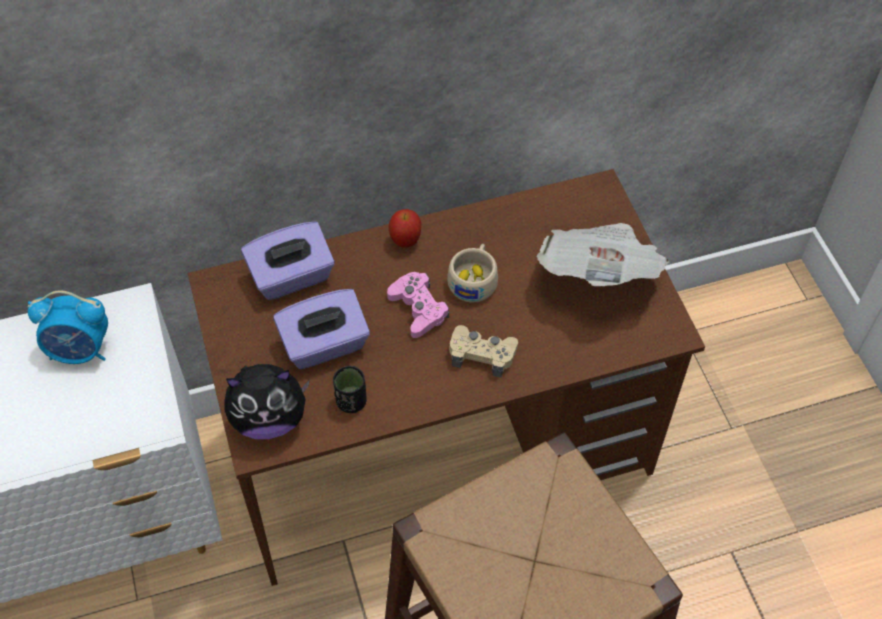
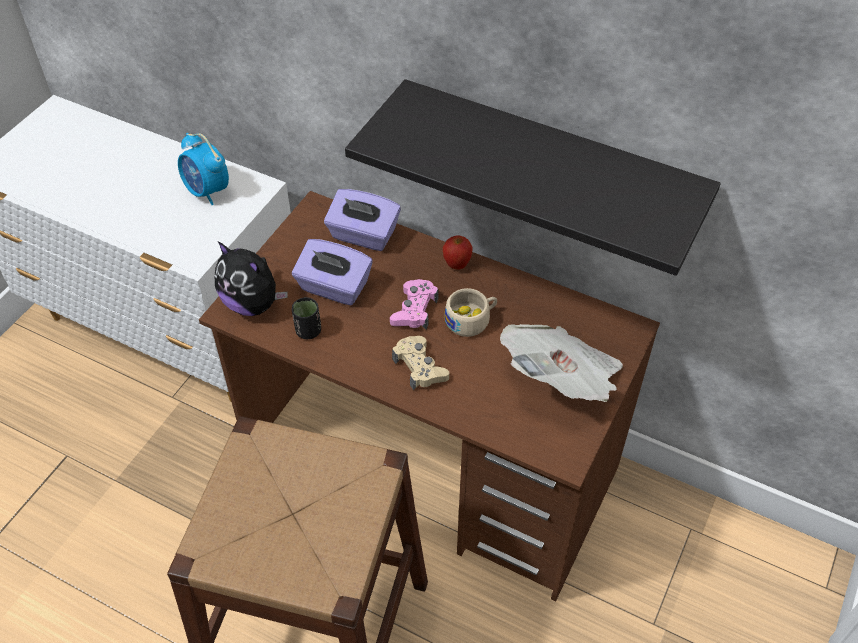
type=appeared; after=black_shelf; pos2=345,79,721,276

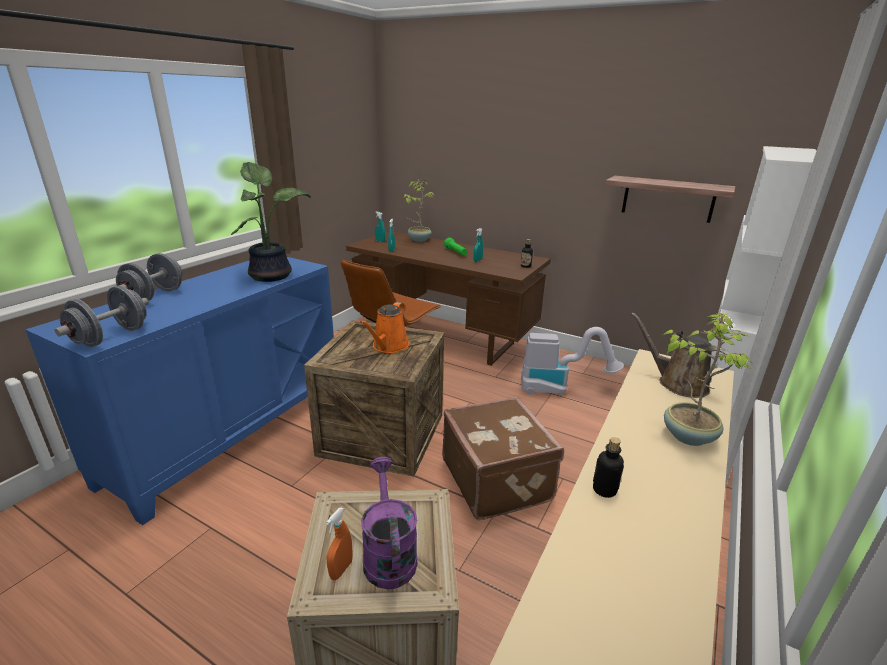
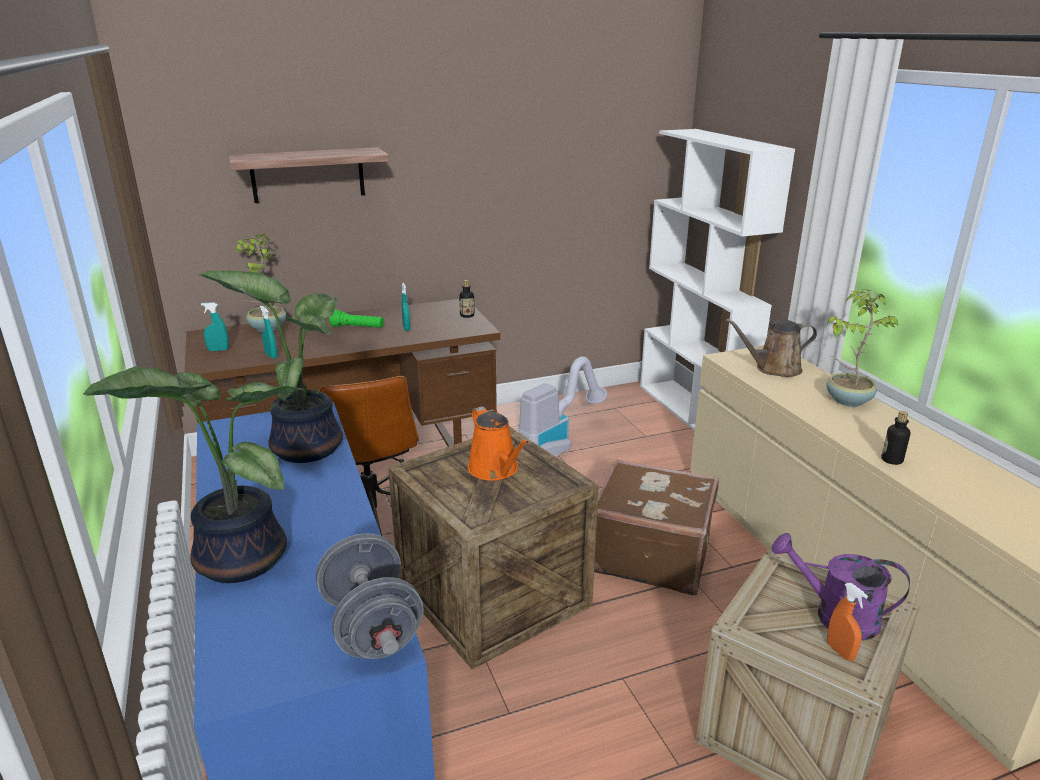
type=relocated; before=shelf; pos1=605,176,736,223; pos2=228,147,388,203
type=exchanged; before=grey_dumbbell; after=potted_plant; pos1=116,253,182,301; pos2=83,366,305,583

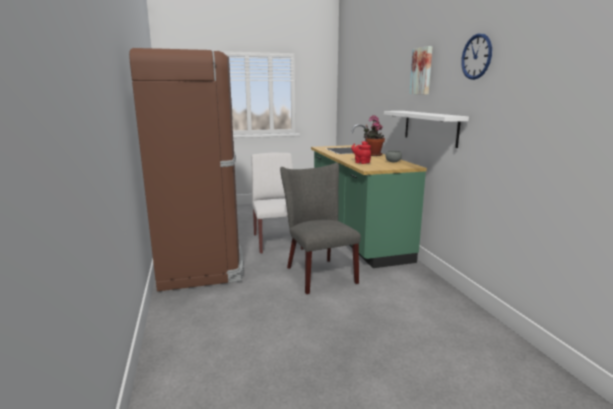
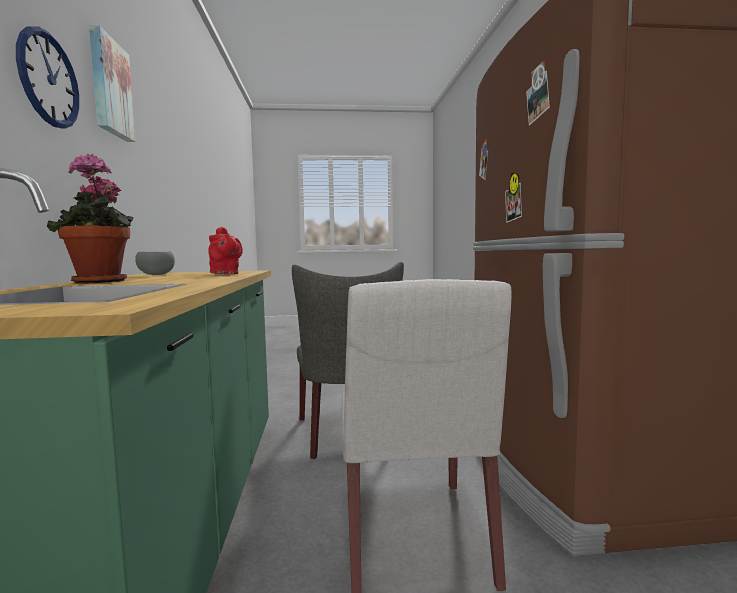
type=missing; before=white_shelf; pos1=384,111,469,148
type=relocated; before=wall_clock; pos1=461,33,492,80; pos2=16,26,79,129

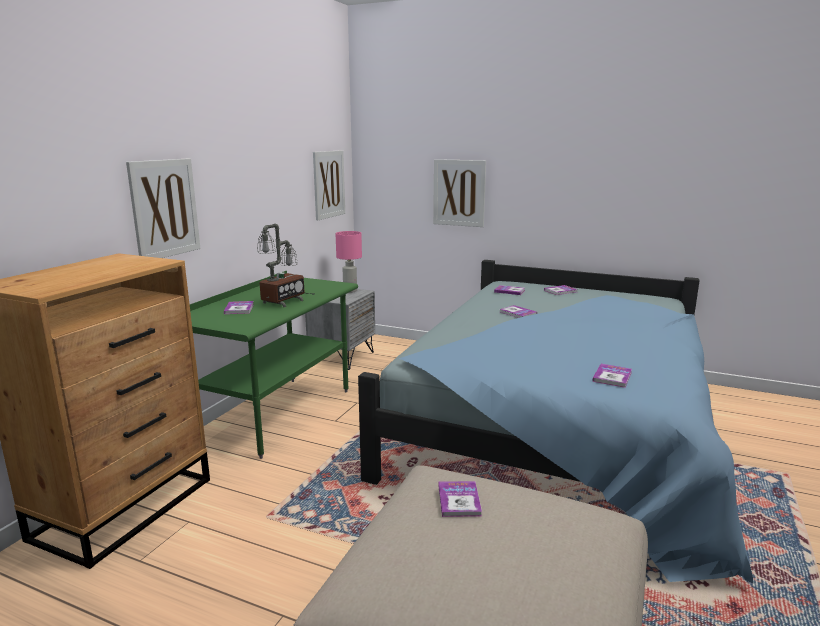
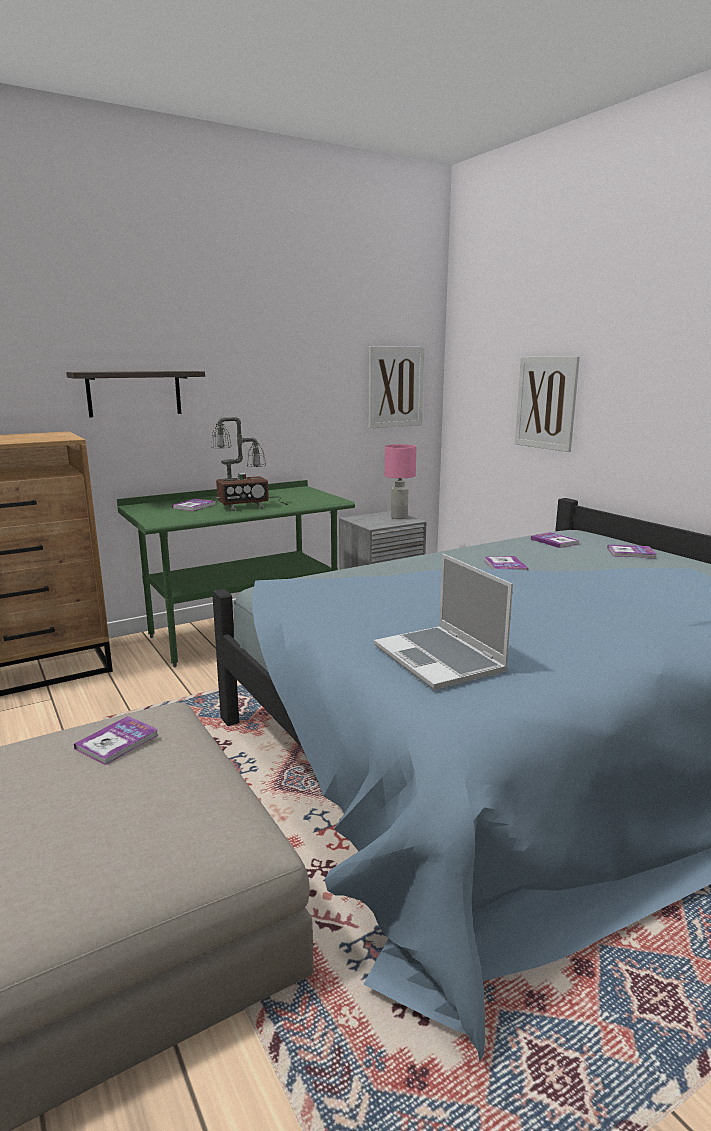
type=exchanged; before=picture; after=shelf; pos1=126,158,200,258; pos2=66,371,205,417
type=exchanged; before=book; after=laptop; pos1=592,364,632,388; pos2=374,554,513,690

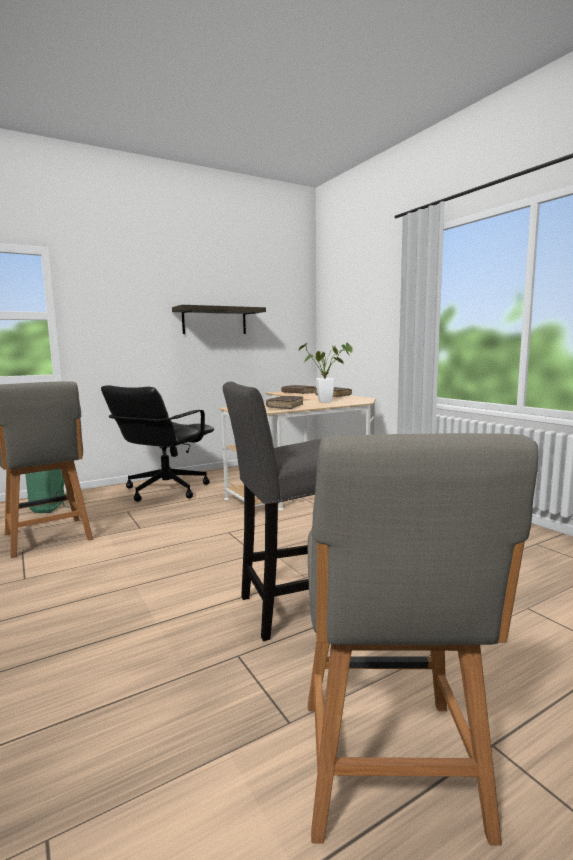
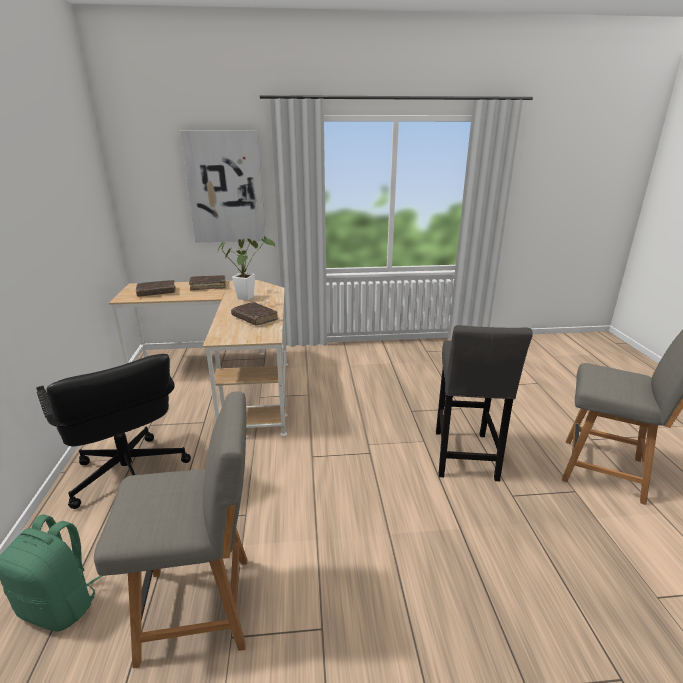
type=missing; before=shelf; pos1=172,305,266,334
type=appeared; after=picture; pos2=180,130,265,242

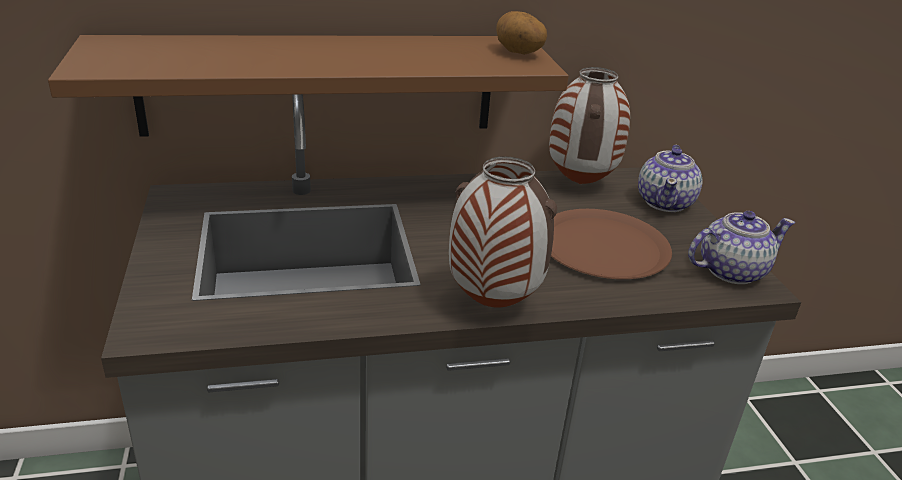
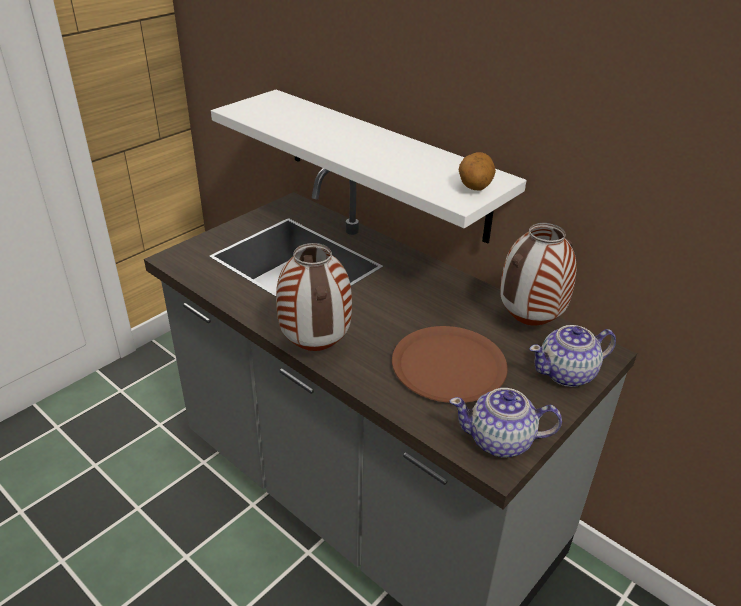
type=colour; before=brown_shelf; after=white_shelf; pos1=48,35,569,137; pos2=211,90,526,244
type=spun; before=teapot; pos1=688,211,795,284; pos2=450,388,562,457; turn=150

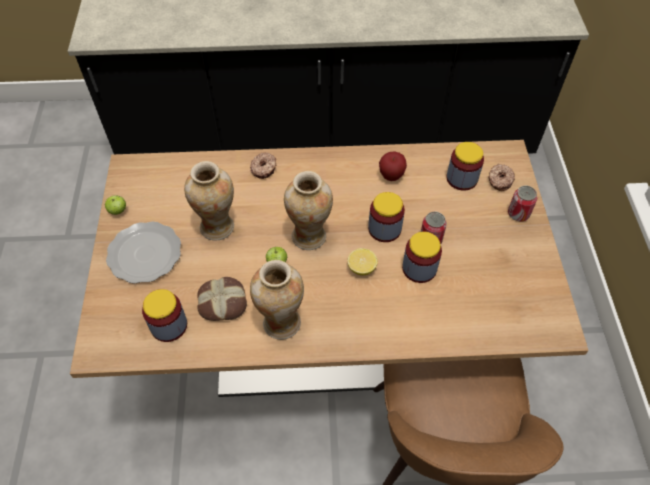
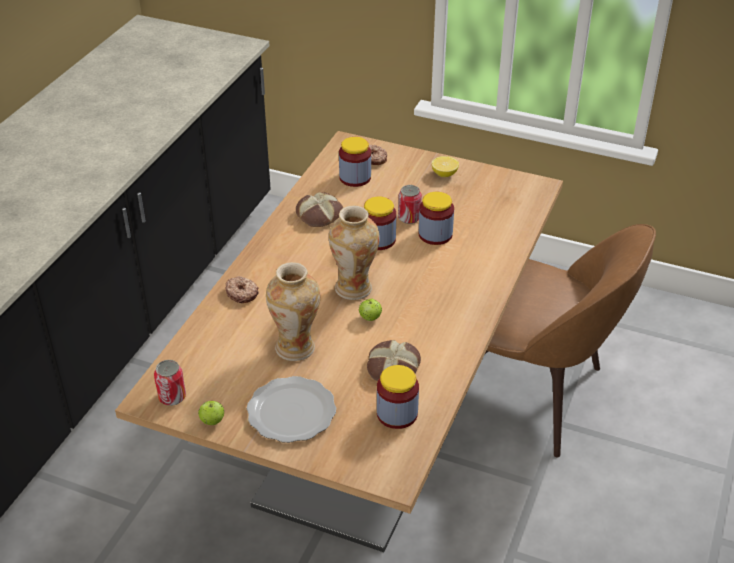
type=missing; before=vase; pos1=250,260,304,340
type=relocated; before=lemon; pos1=347,248,378,275; pos2=432,156,459,177
type=relocated; before=can; pos1=508,186,537,221; pos2=154,360,186,406
type=exchanged; before=apple; after=bread; pos1=379,151,407,181; pos2=296,192,343,227

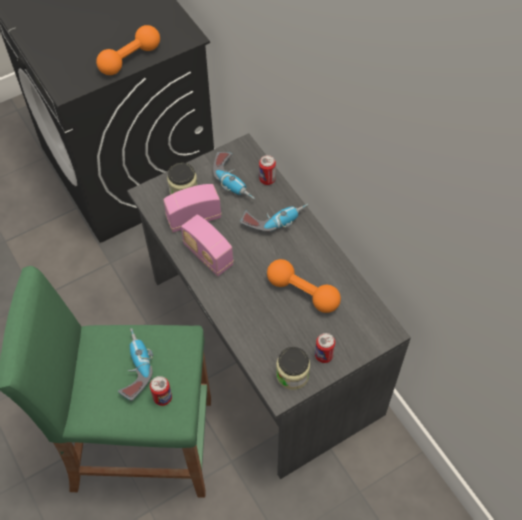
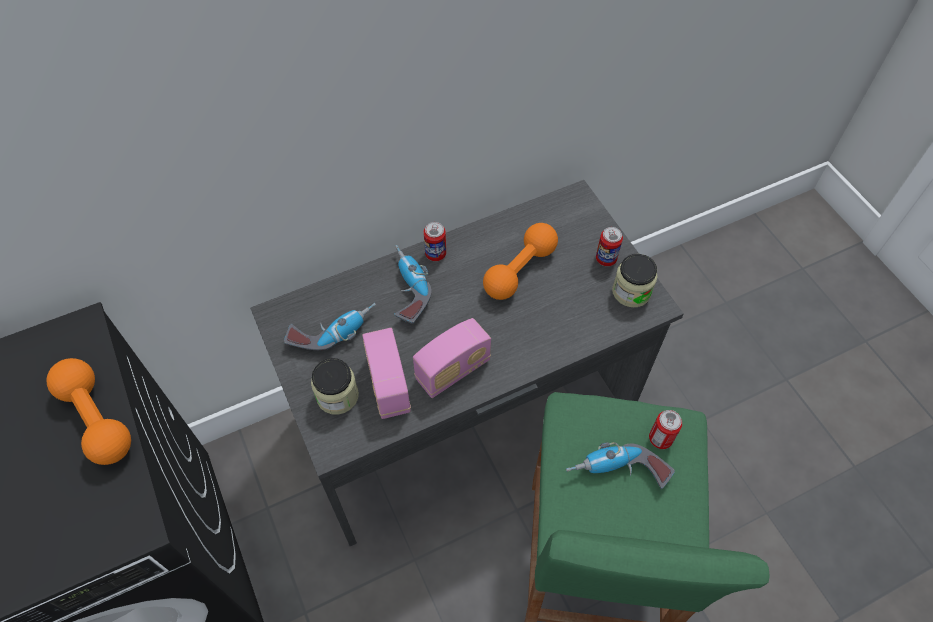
type=relocated; before=can; pos1=259,155,276,185; pos2=424,222,446,261

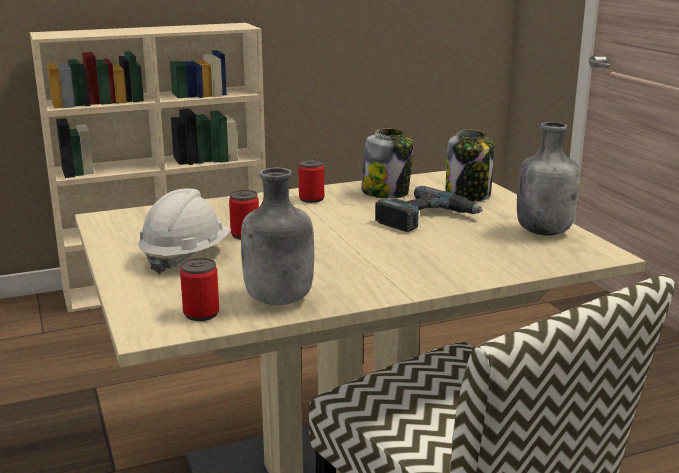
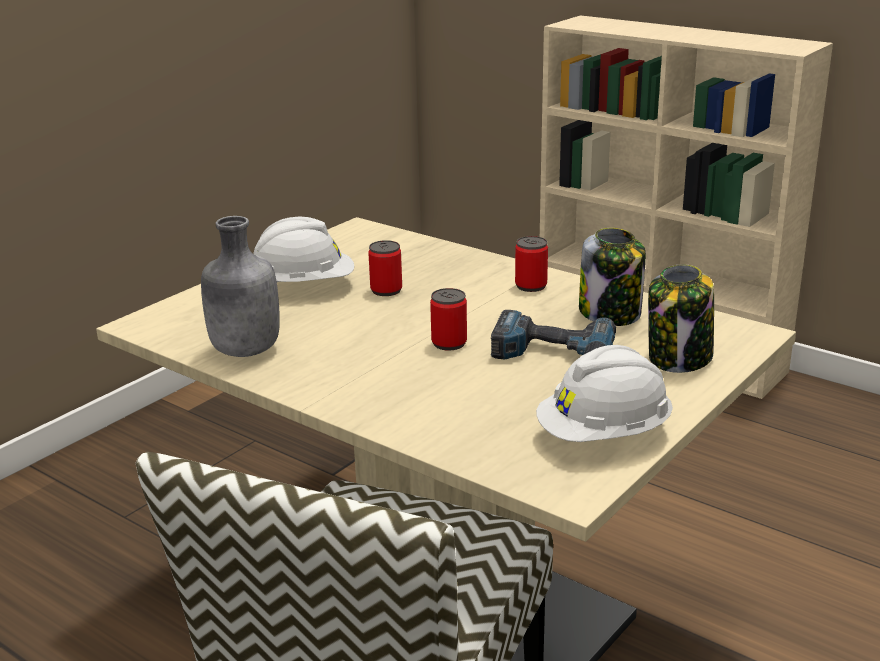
type=relocated; before=can; pos1=180,258,219,321; pos2=430,288,467,351
type=exchanged; before=grey_bottle; after=white_hard_hat; pos1=517,122,580,235; pos2=536,345,673,442

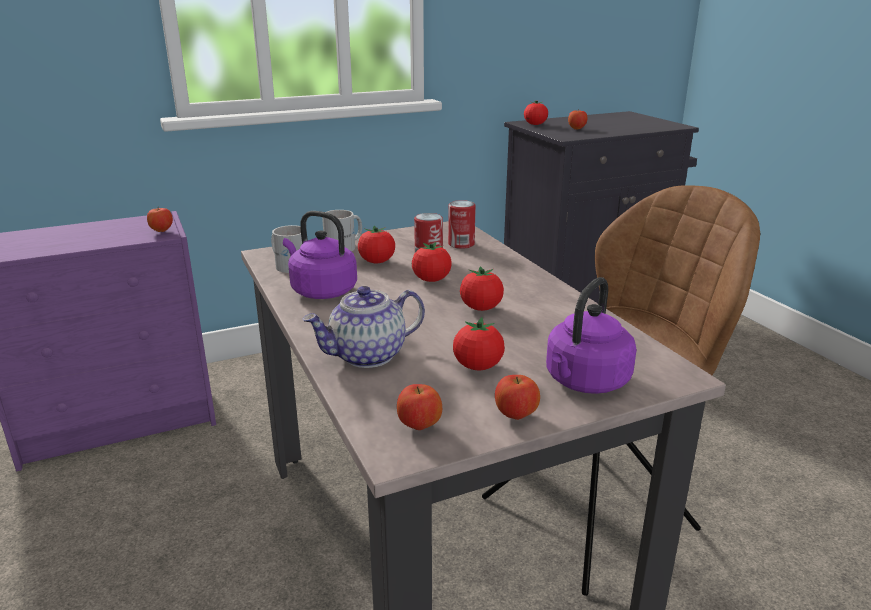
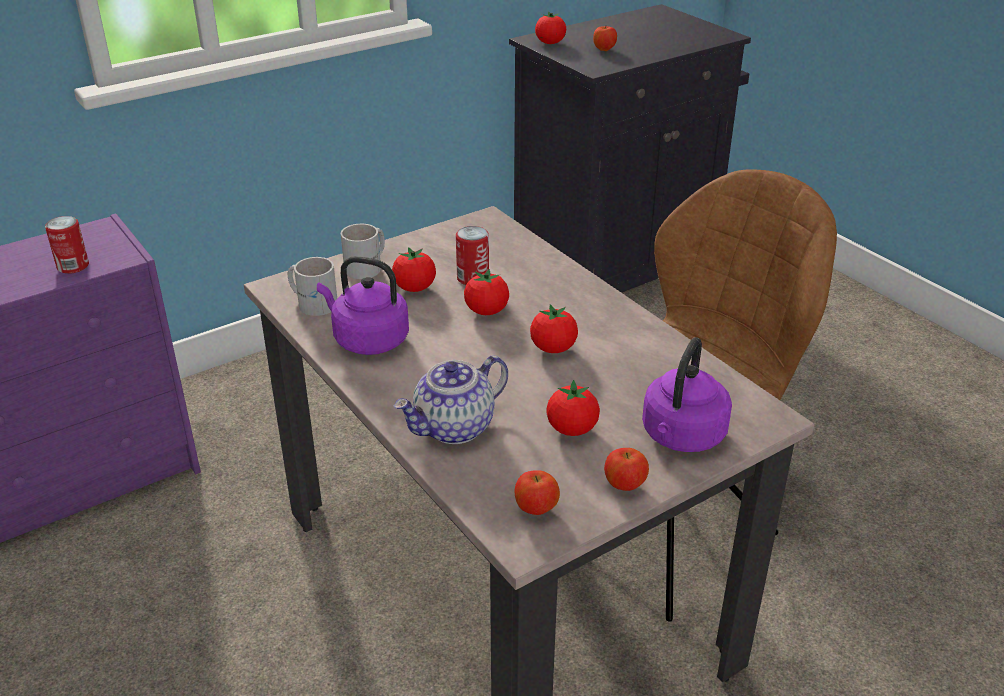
type=missing; before=apple; pos1=147,207,173,232
type=relocated; before=can; pos1=448,200,476,249; pos2=45,216,89,274

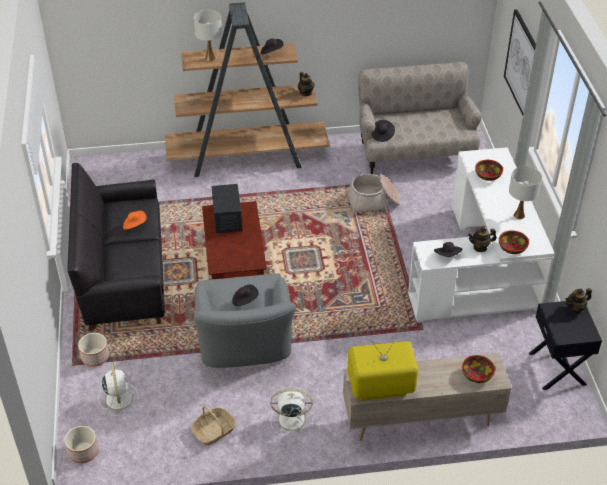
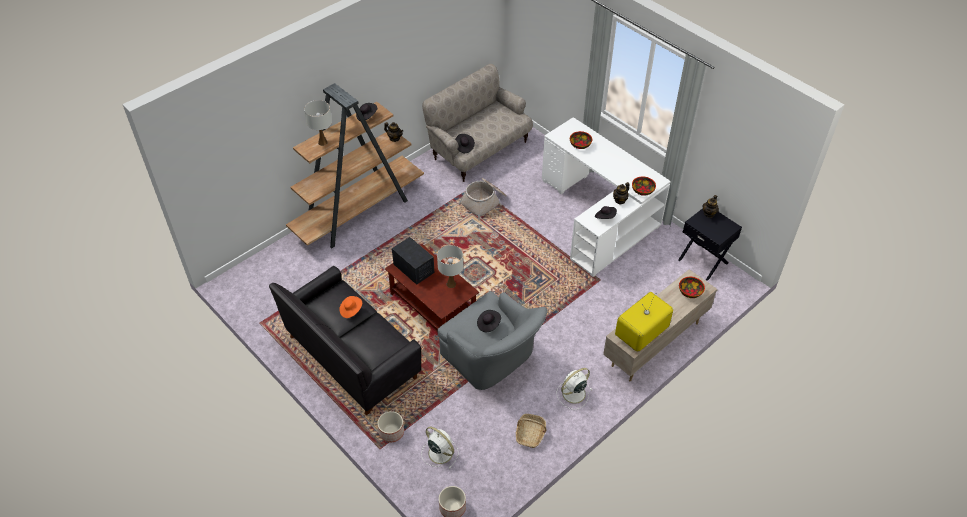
type=missing; before=picture; pos1=504,10,536,115
type=relocated; before=white_table_lamp; pos1=509,166,542,219; pos2=437,245,463,288

